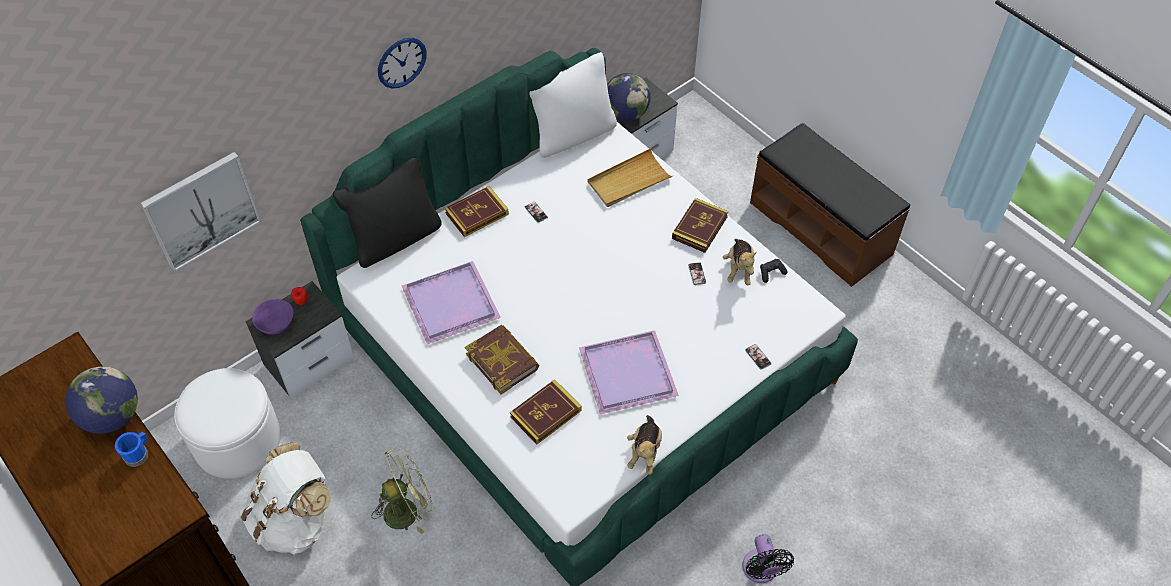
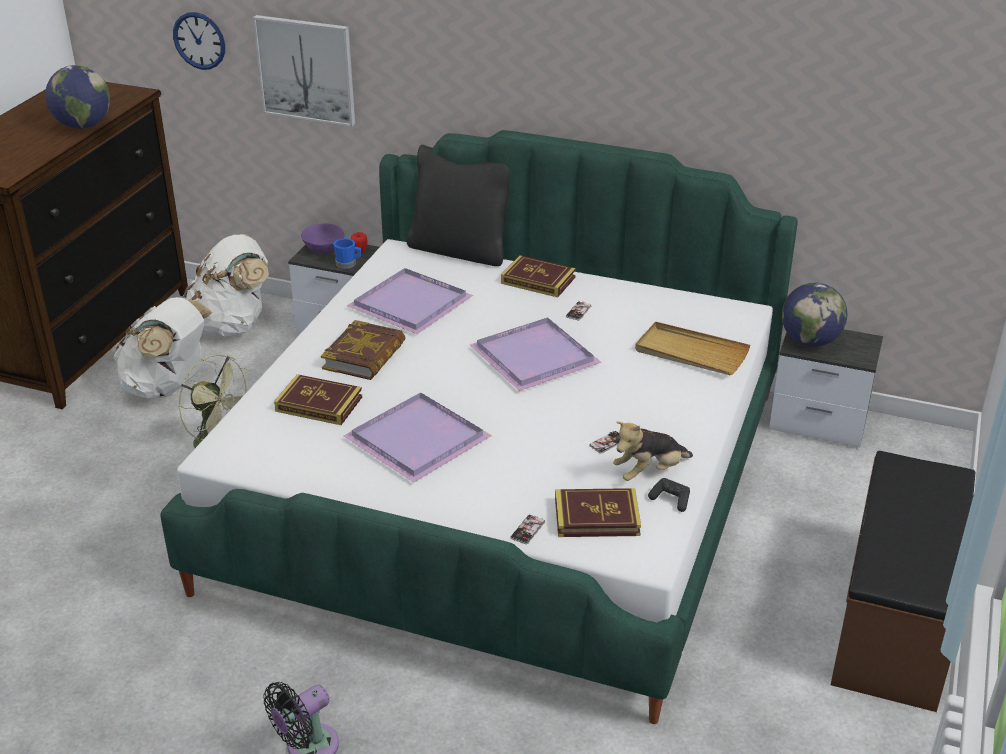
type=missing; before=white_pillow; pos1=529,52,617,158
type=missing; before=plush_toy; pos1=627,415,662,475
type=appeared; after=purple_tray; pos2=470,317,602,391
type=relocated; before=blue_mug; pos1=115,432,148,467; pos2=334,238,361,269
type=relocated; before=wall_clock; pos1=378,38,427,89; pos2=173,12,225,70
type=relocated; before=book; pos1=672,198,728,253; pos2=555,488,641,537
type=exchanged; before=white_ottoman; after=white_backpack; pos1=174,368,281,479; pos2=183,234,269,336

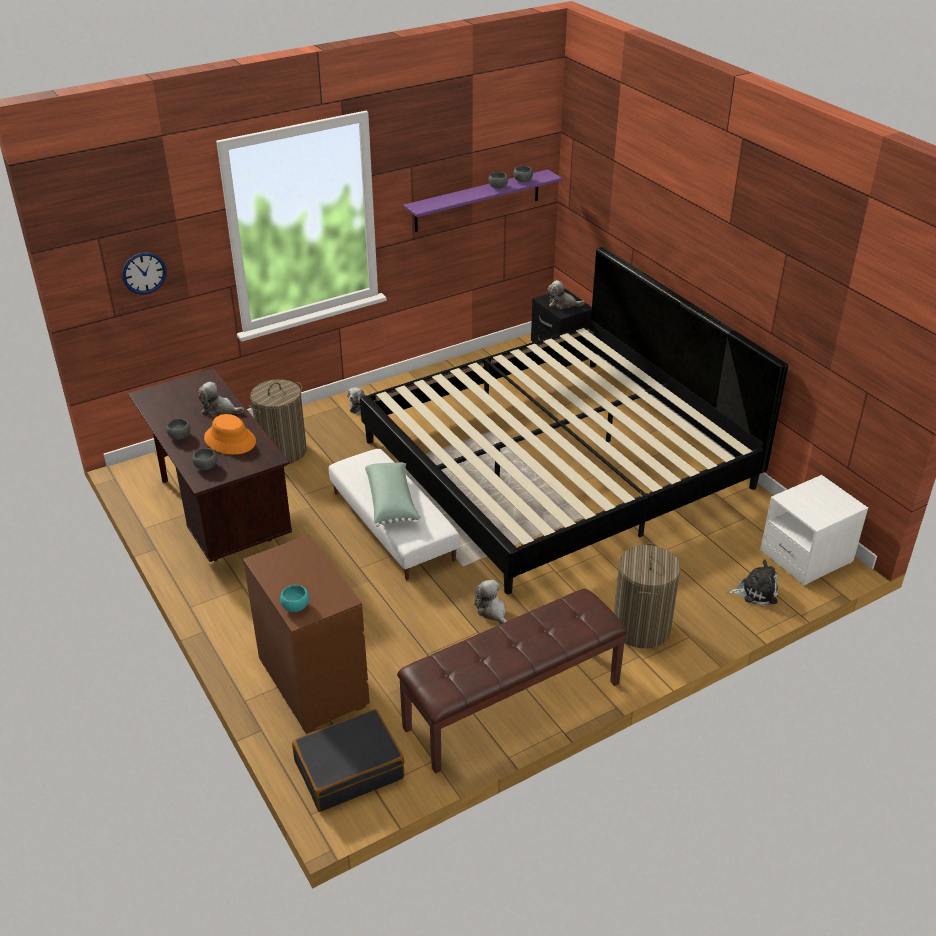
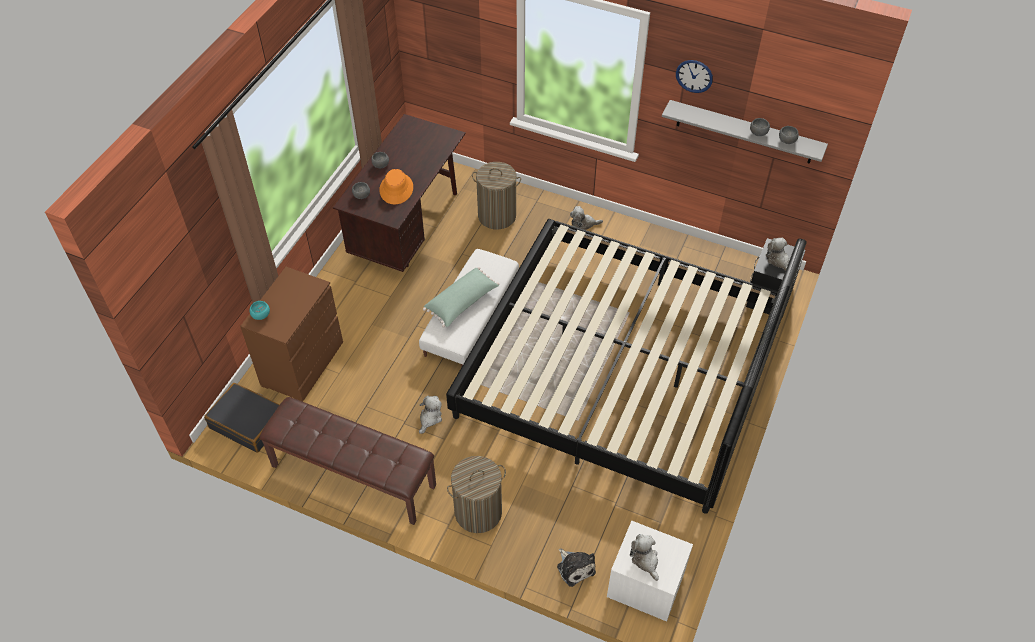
type=relocated; before=wall_clock; pos1=122,252,167,295; pos2=676,60,713,93
type=relocated; before=plush_toy; pos1=198,382,244,418; pos2=630,534,659,581
type=colour; before=purple_shelf; after=grey_shelf; pos1=404,169,562,232; pos2=662,100,828,164

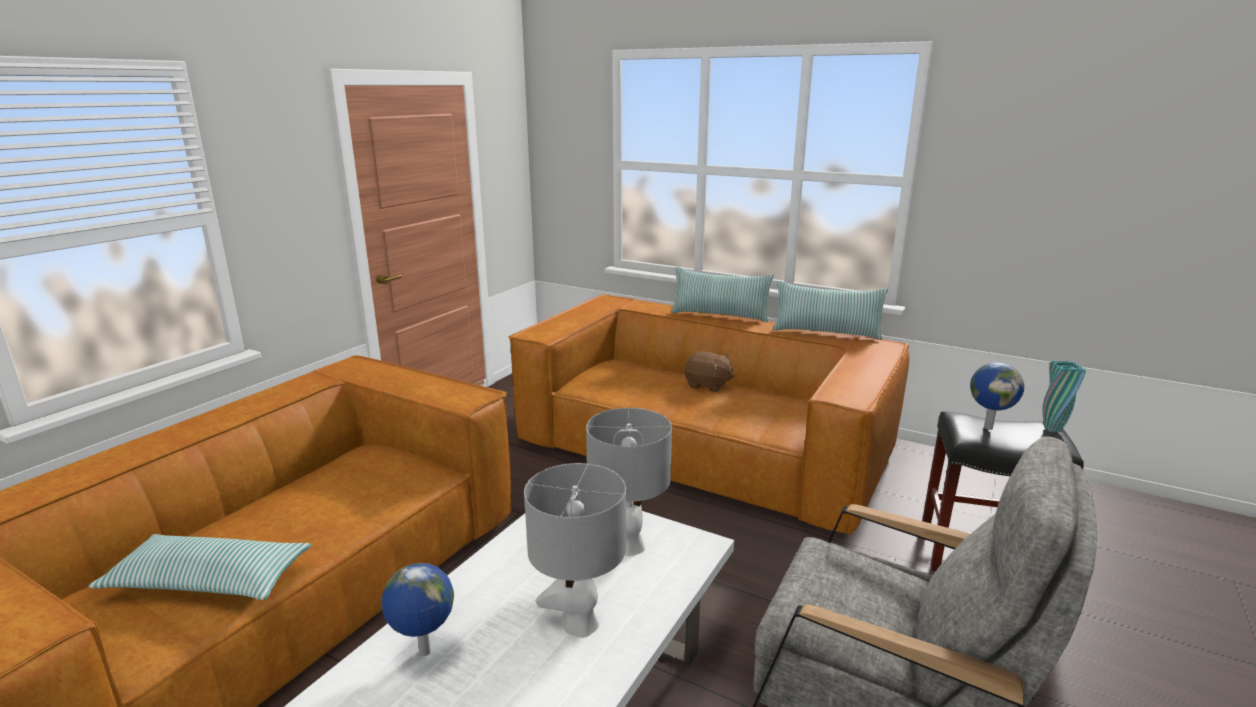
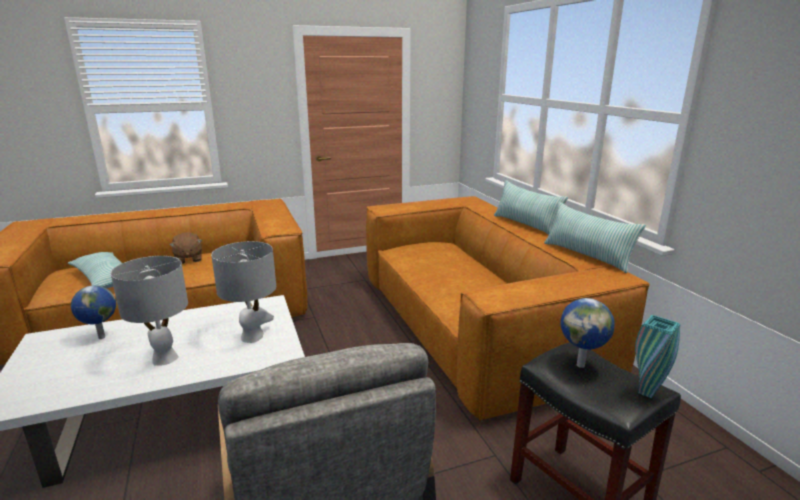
type=relocated; before=brown_plush_toy; pos1=684,351,735,392; pos2=169,232,202,264

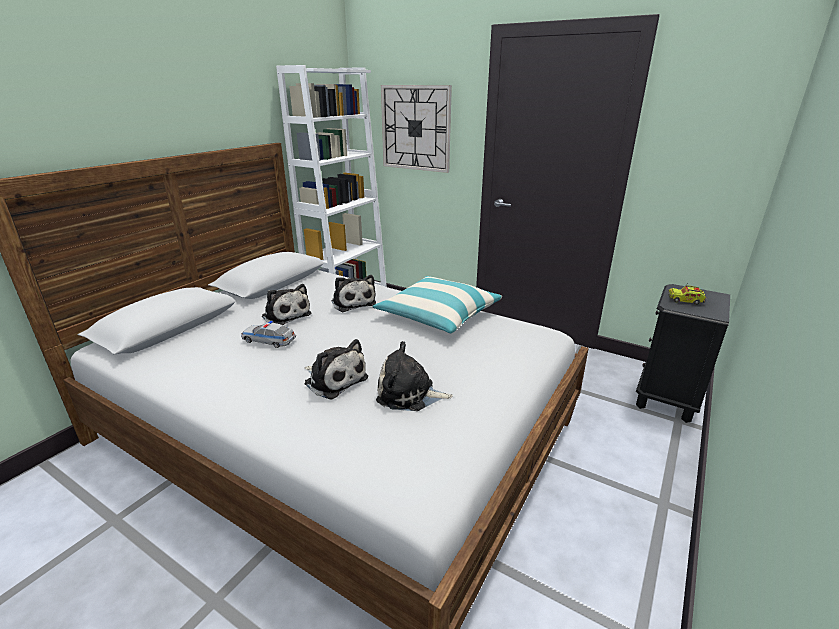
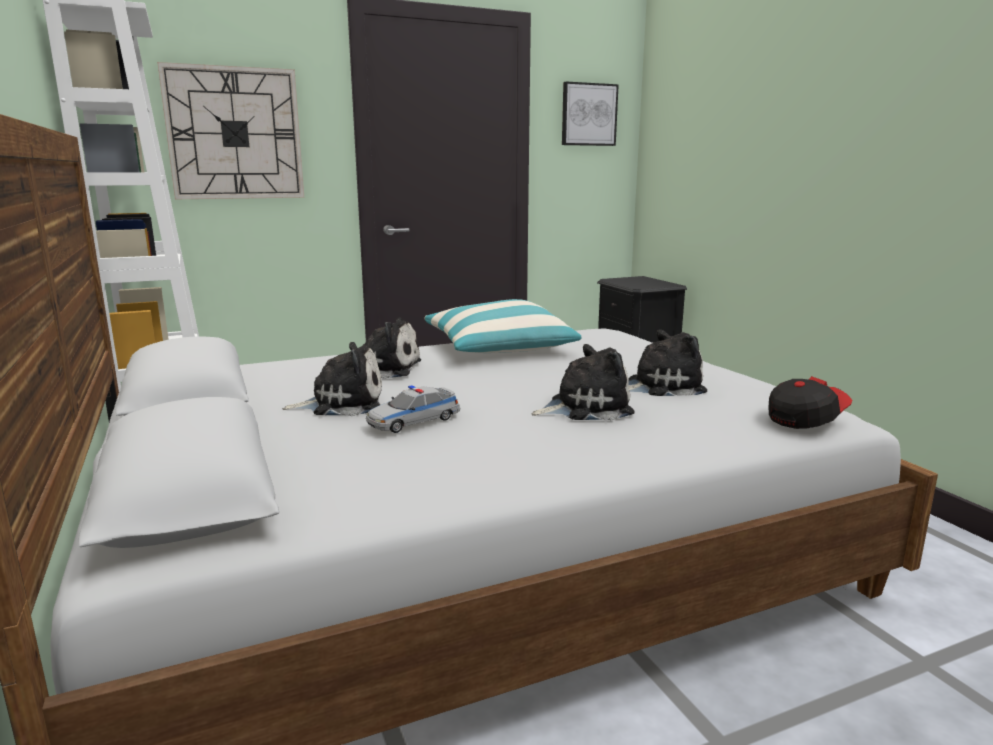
type=missing; before=toy_truck; pos1=668,285,707,305
type=appeared; after=picture; pos2=562,82,619,146
type=appeared; after=cap; pos2=768,376,852,429
type=spun; before=plush_toy; pos1=376,341,453,411; pos2=629,329,707,396; turn=-150

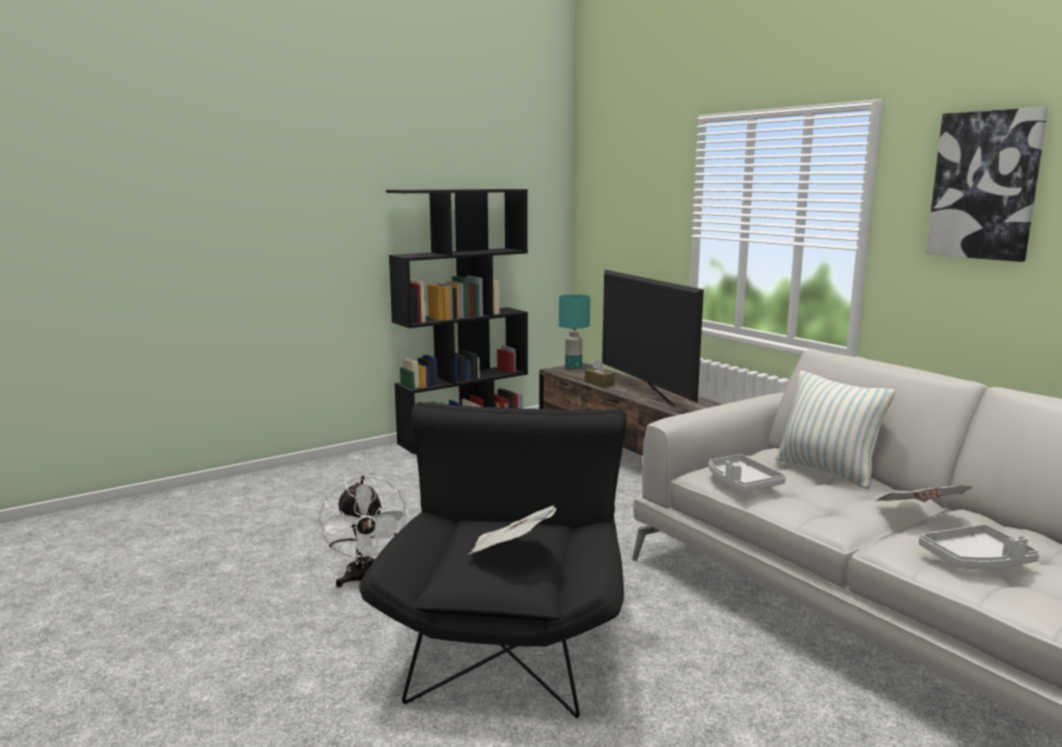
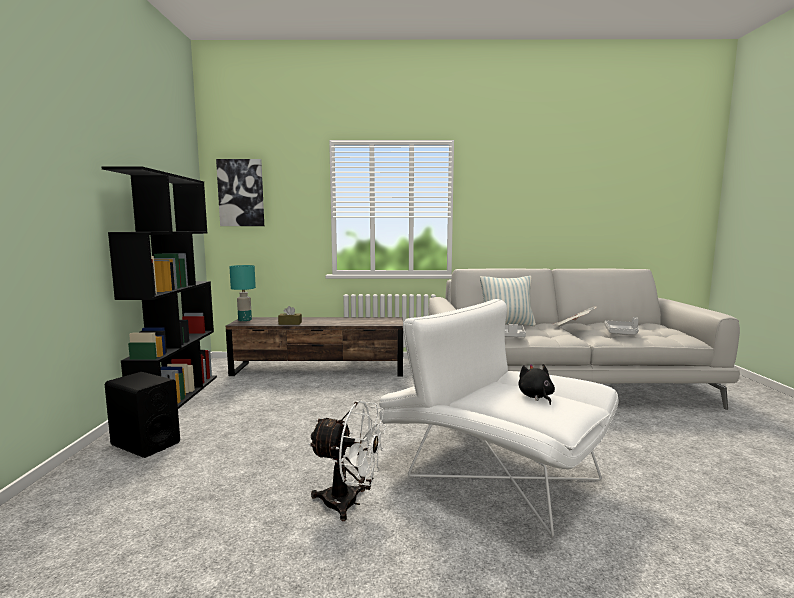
type=missing; before=television; pos1=602,270,704,408
type=appeared; after=black_speaker; pos2=105,372,180,458
type=relocated; before=picture; pos1=926,107,1048,262; pos2=216,159,264,226
type=exchanged; before=newspaper; after=black_plush_toy; pos1=469,505,557,554; pos2=518,364,555,405
type=colour; before=black_armchair; after=white_armchair; pos1=359,402,627,719; pos2=379,299,619,537

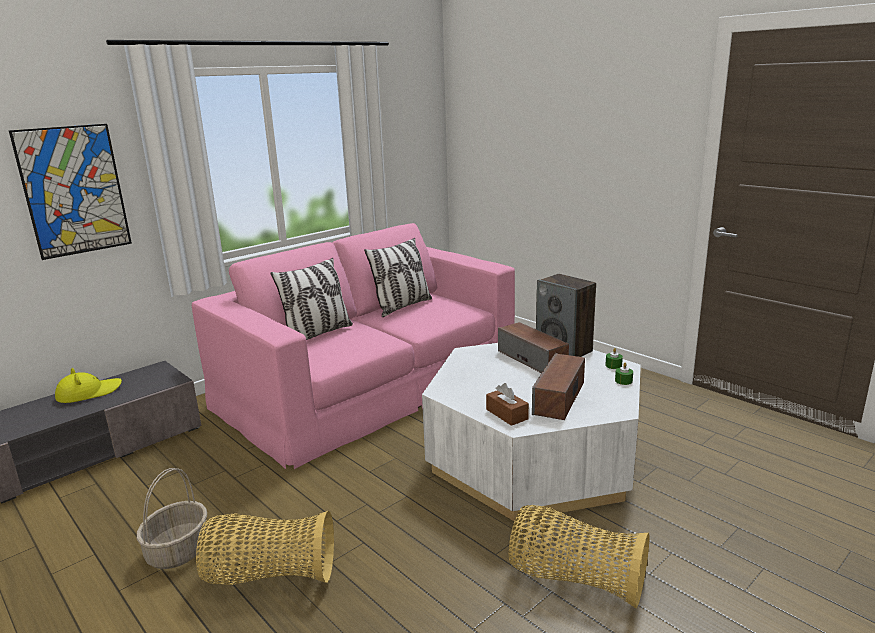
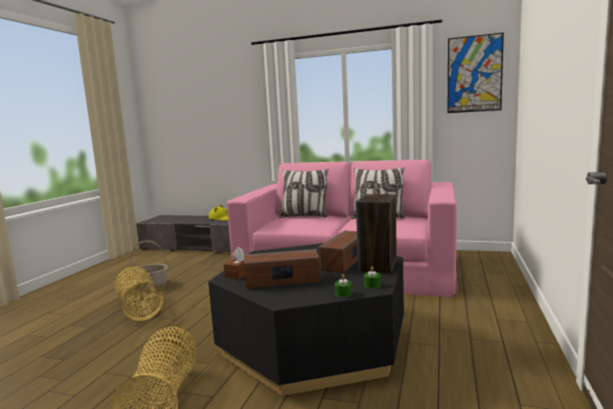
type=relocated; before=picture; pos1=9,124,132,260; pos2=448,33,504,113
type=colour; before=white_coffee_table; after=black_coffee_table; pos1=422,343,641,521; pos2=208,243,404,396

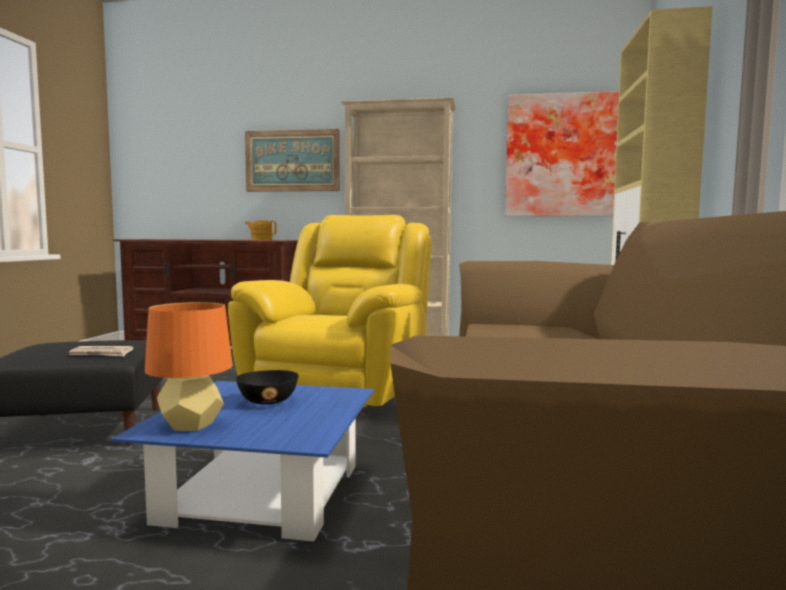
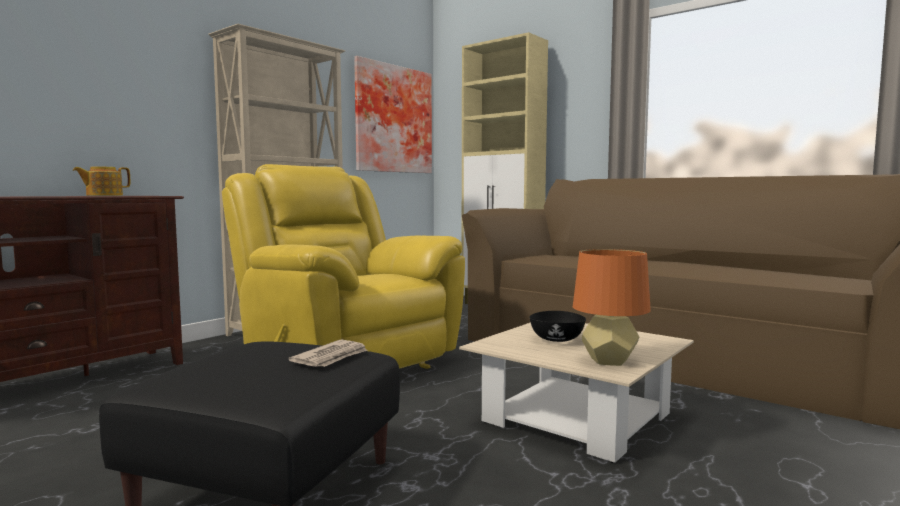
type=missing; before=picture; pos1=245,129,340,192
type=colour; before=blue_coffee_table; after=beige_coffee_table; pos1=111,381,374,542; pos2=459,322,694,463

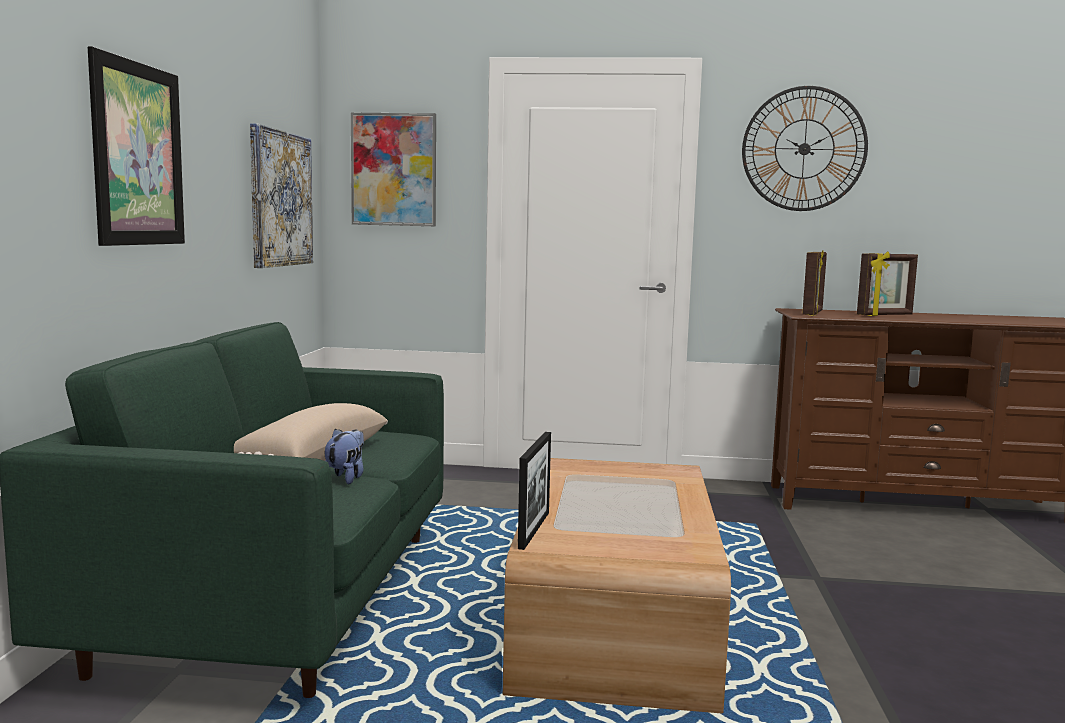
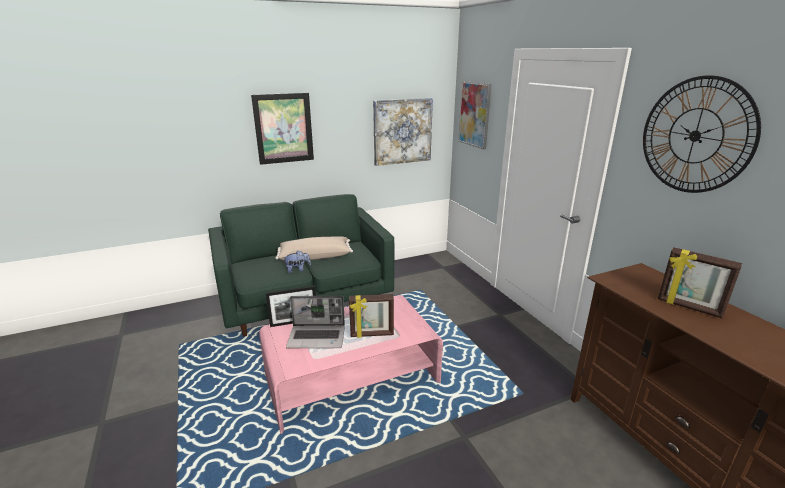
type=appeared; after=laptop; pos2=286,296,345,348
type=relocated; before=picture_frame; pos1=802,250,827,315; pos2=349,294,394,338
type=colour; before=brown_coffee_table; after=pink_coffee_table; pos1=503,458,731,714; pos2=259,295,443,434

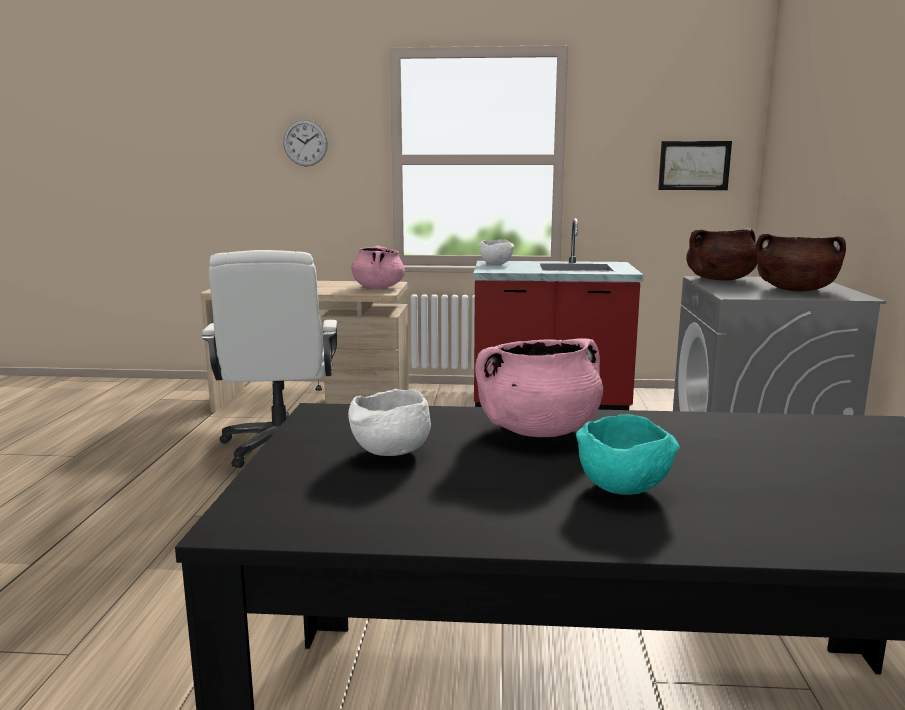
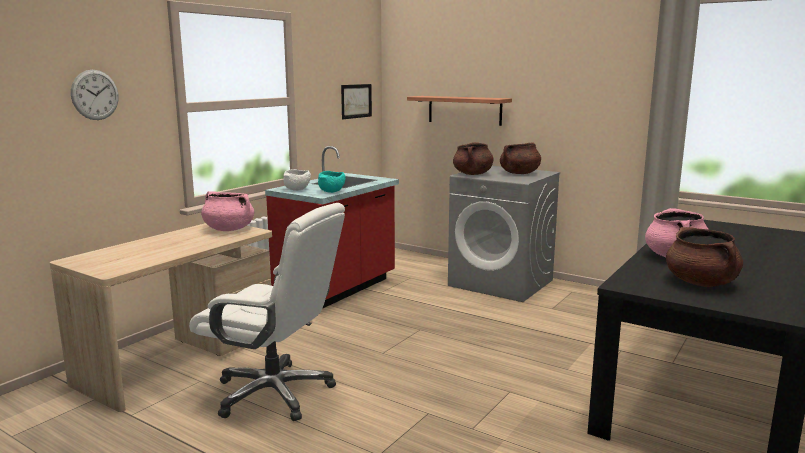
type=appeared; after=shelf; pos2=407,96,512,126
type=relocated; before=turquoise_bowl; pos1=576,414,680,495; pos2=318,171,345,193
type=exchanged; before=white_bowl; after=brown_cooking_pot; pos1=348,389,431,456; pos2=666,227,743,287

